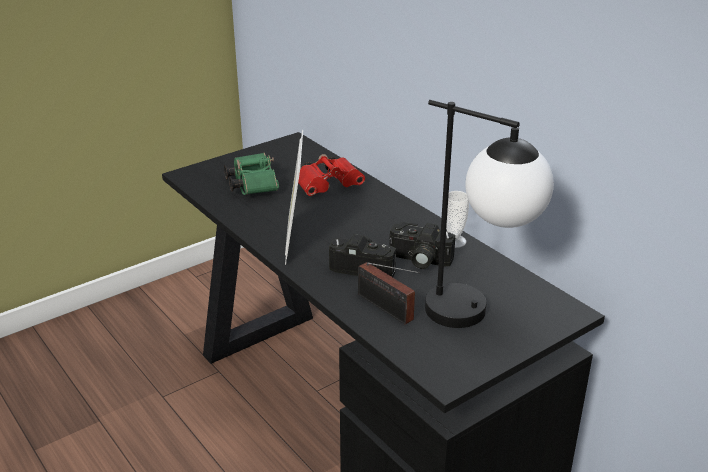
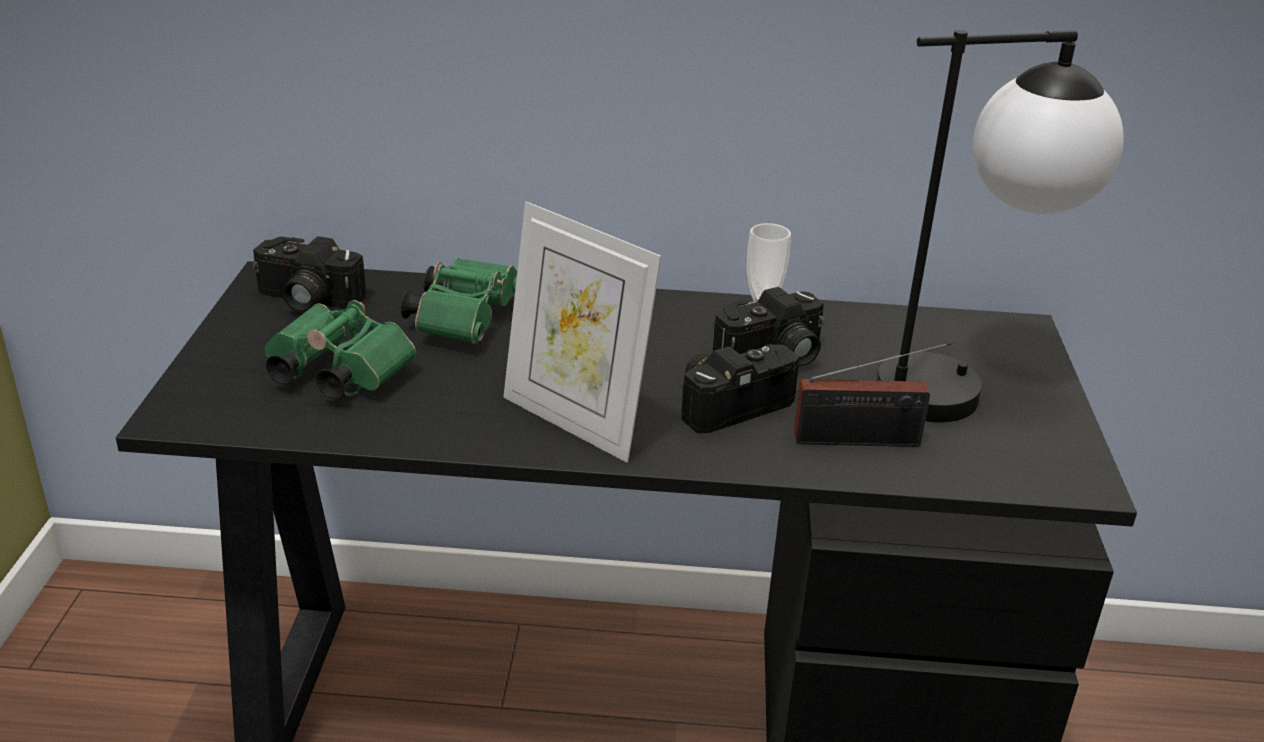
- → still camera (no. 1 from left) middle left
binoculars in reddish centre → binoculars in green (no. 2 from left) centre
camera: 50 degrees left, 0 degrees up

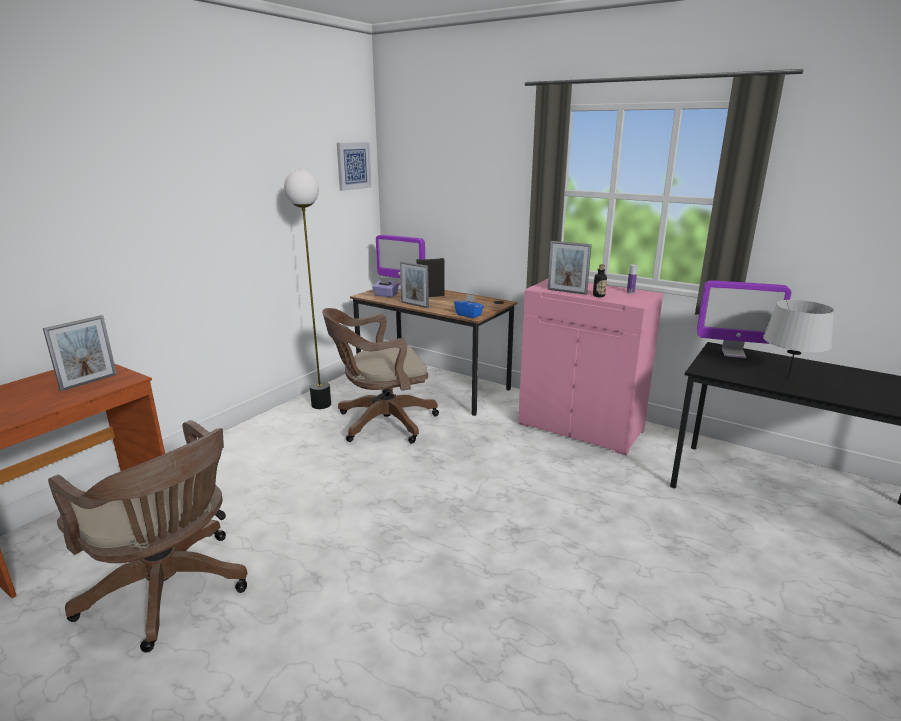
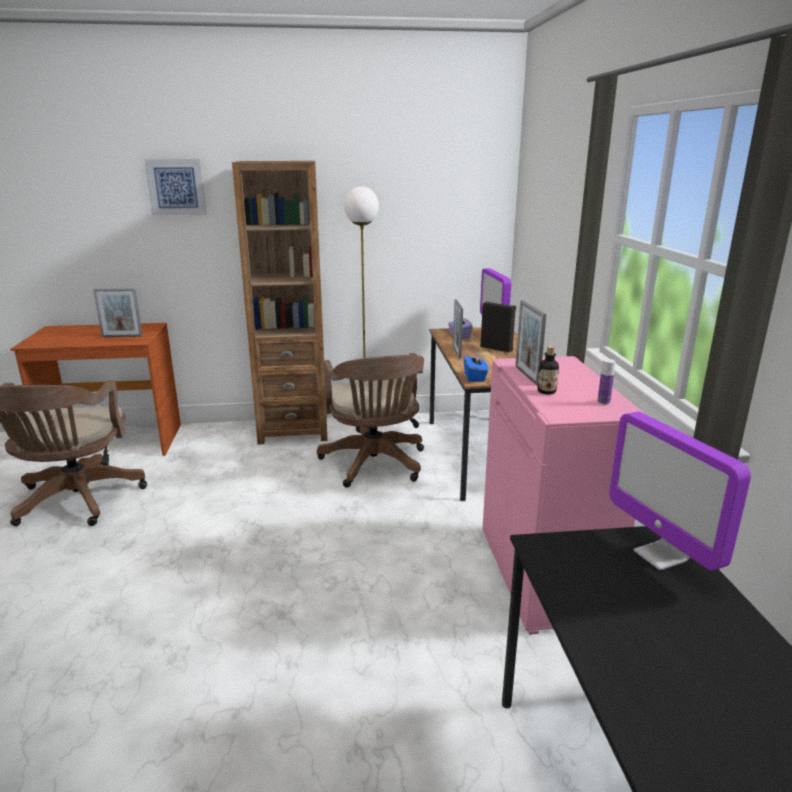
table lamp in grey middle right → -
- → shelving unit in brown-coloured centre
picture top centre → picture top left, relocated
desk chair in brown-coloured (no. 2 from left) centre, 135 degrees counterclockwise
camera: 50 degrees right, 0 degrees up

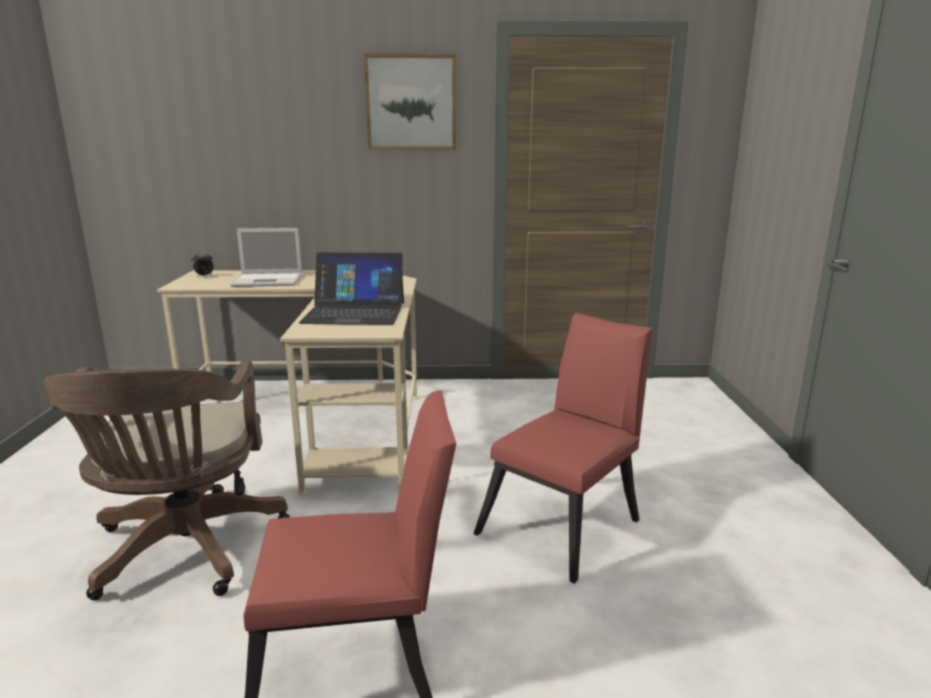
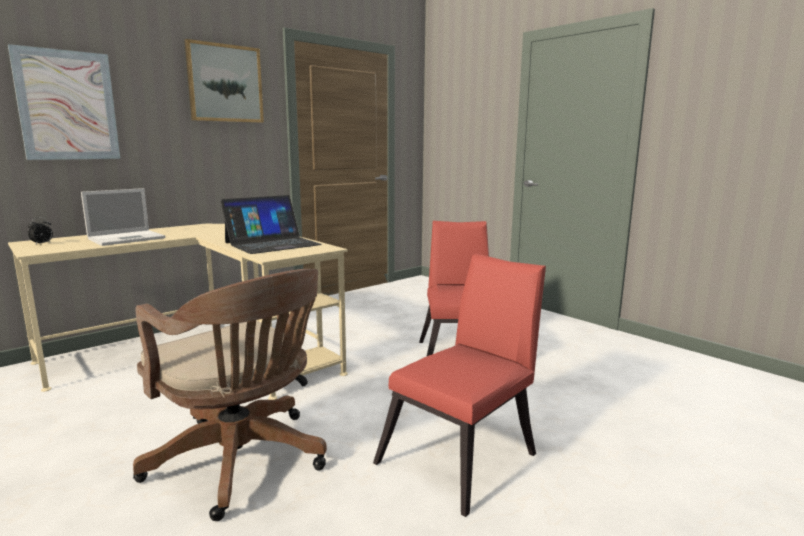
- → picture (no. 1 from left) top left
camera: 40 degrees left, 5 degrees down

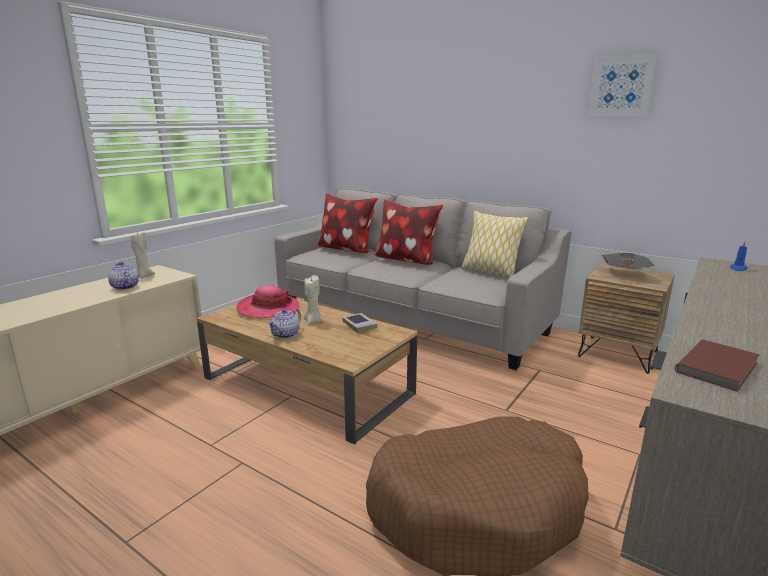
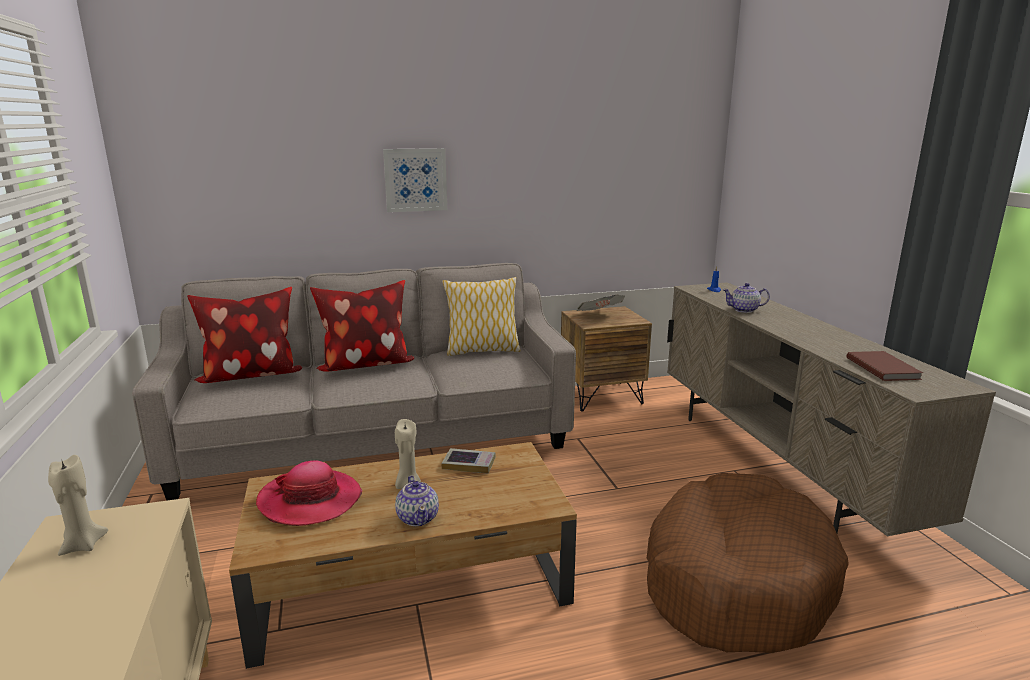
pot for tea (no. 1 from left in the first image) middle left → pot for tea (no. 2 from left) middle right, relocated
picture top right → picture top centre, relocated
camera: 50 degrees left, 0 degrees up

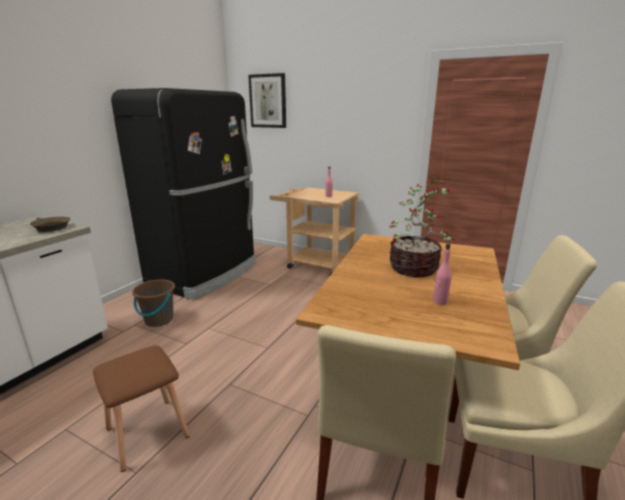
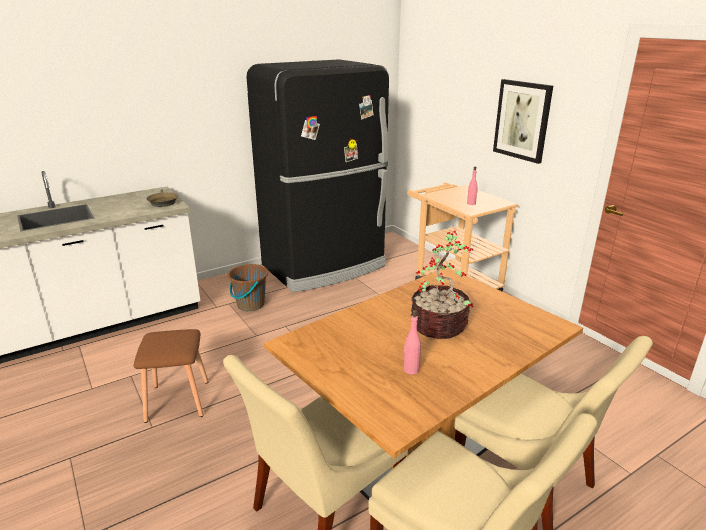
picture top centre → picture top right, relocated
camera: 30 degrees right, 5 degrees up

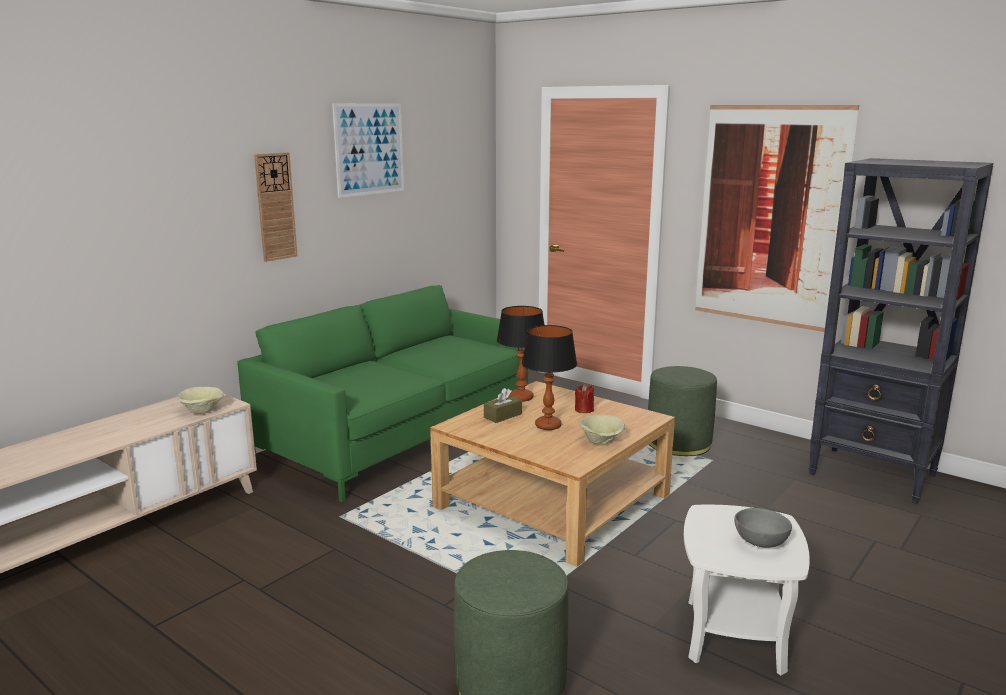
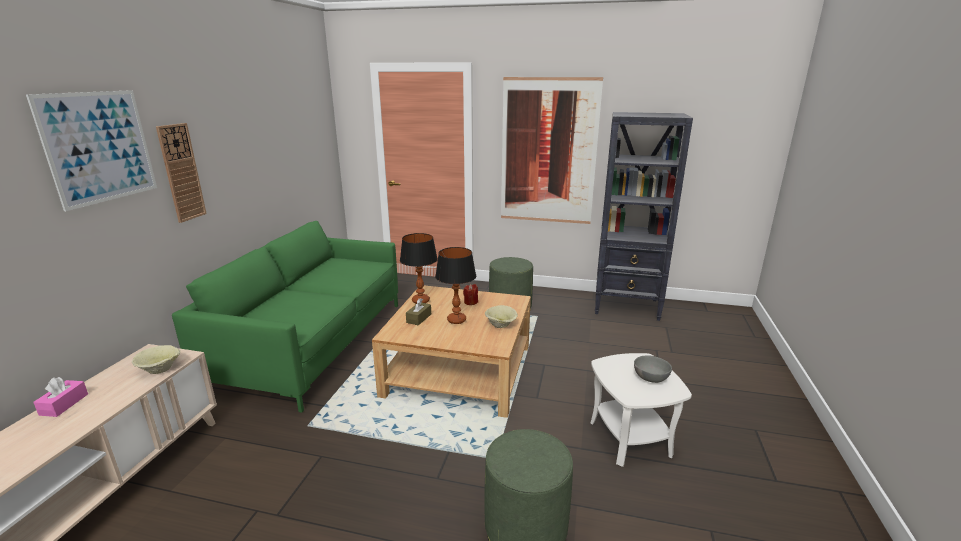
- → tissue box in pink-coloured bottom left
picture (no. 1 from left) top centre → picture (no. 1 from left) top left, relocated
camera: 25 degrees left, 5 degrees up

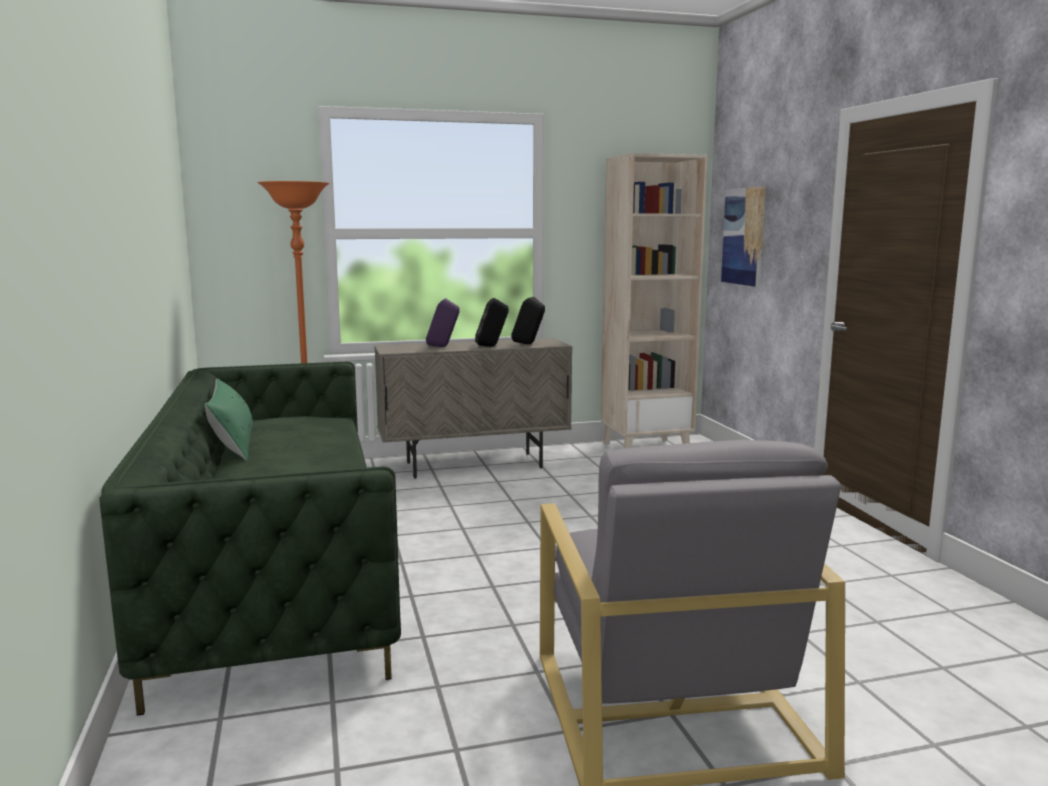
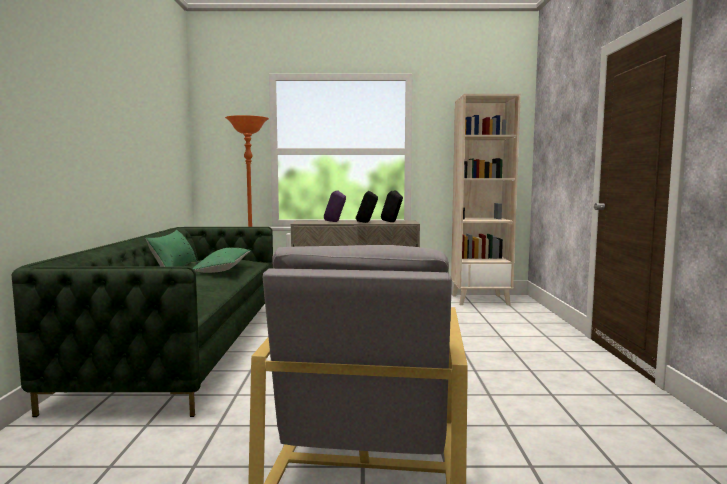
picture top right → -
- → cushion in green (no. 2 from left) middle left
camera: 15 degrees right, 5 degrees down

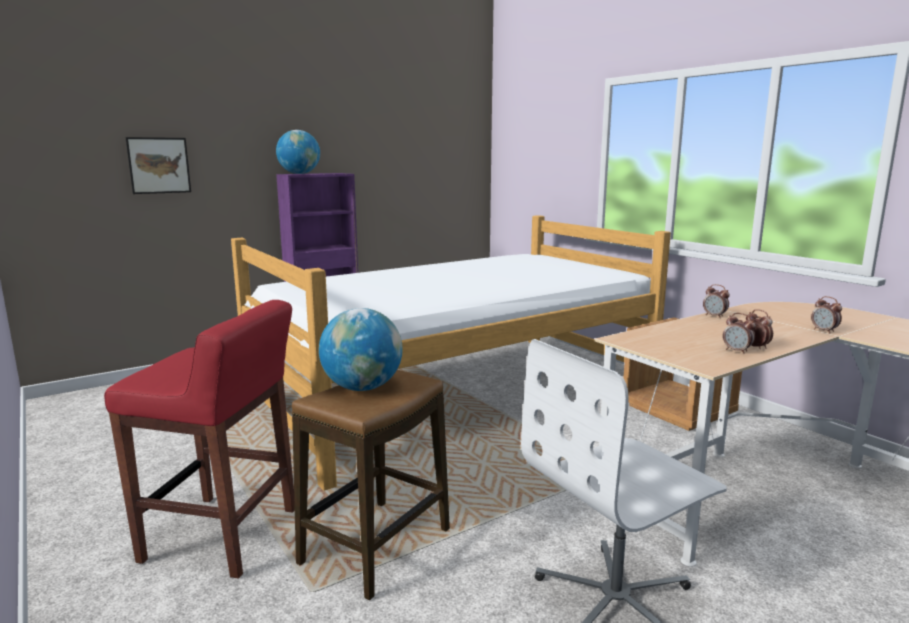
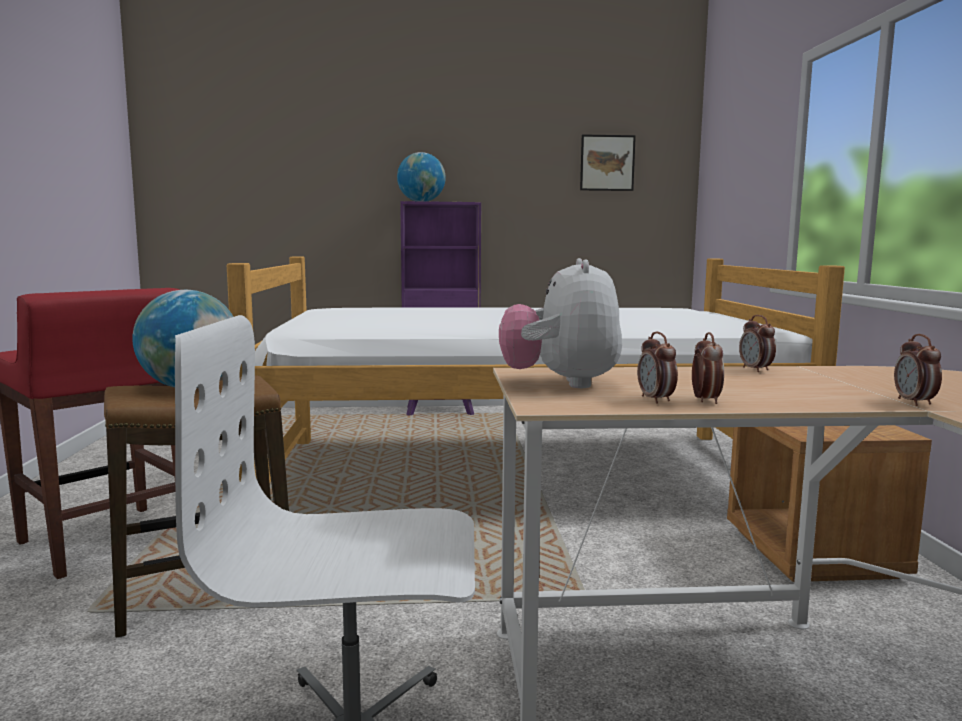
- → soft toy centre
picture top left → picture top centre, relocated
camera: 30 degrees right, 5 degrees down

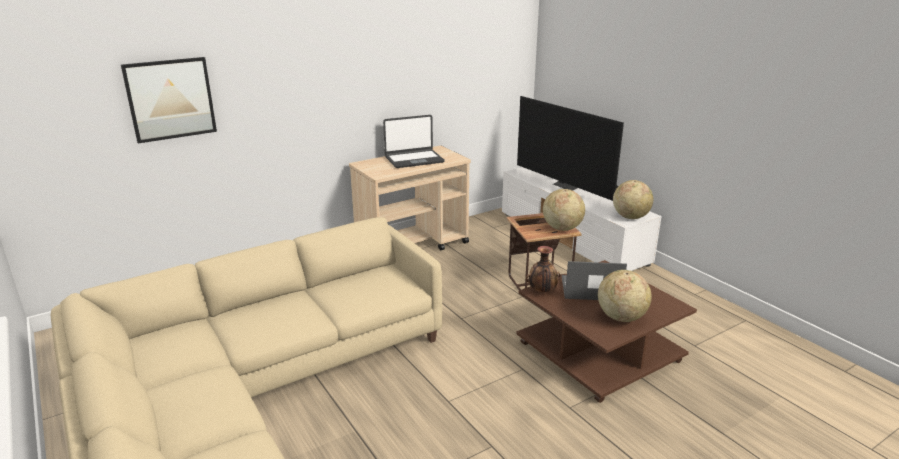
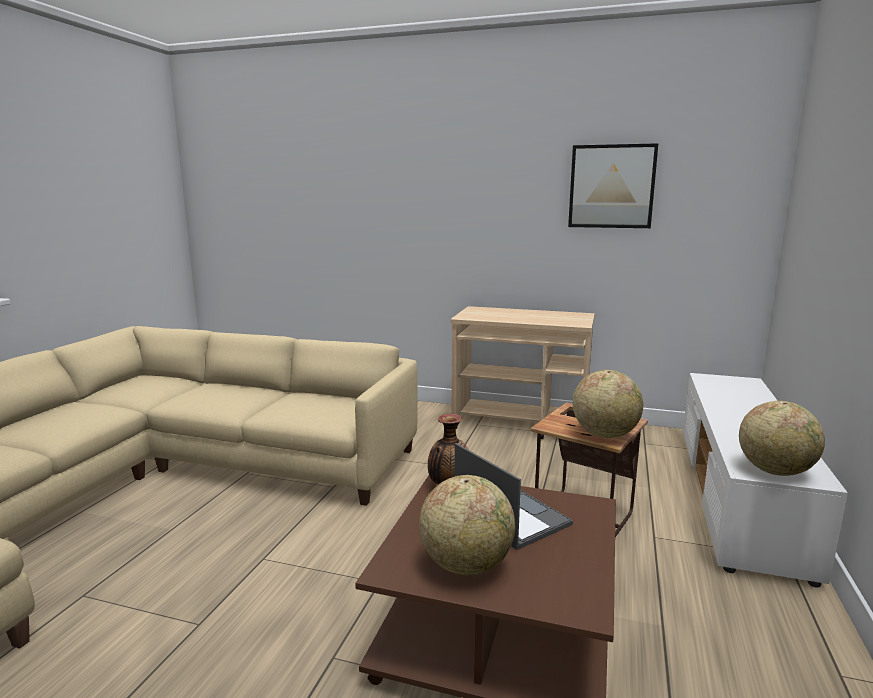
notebook computer (no. 1 from left) top centre → -
TV set top centre → -
picture top left → picture top right, relocated
camera: 50 degrees right, 10 degrees down

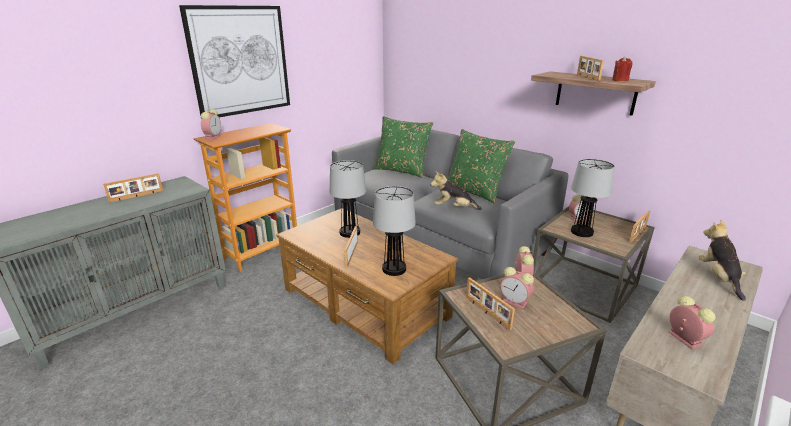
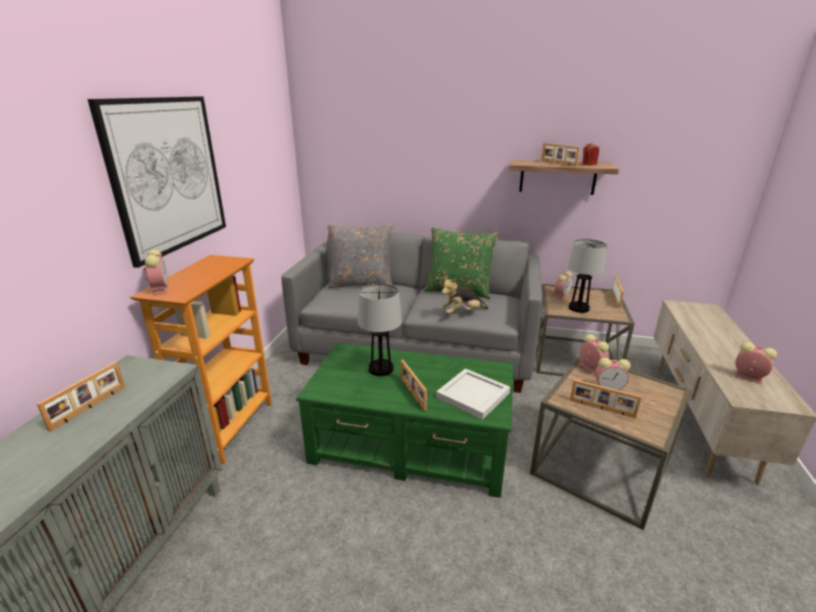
soft toy (no. 2 from left) middle right → -
table lamp (no. 2 from left) centre → serving tray in whitish centre
low table in brown-coloured bottom centre → low table in green bottom centre
cushion in green (no. 1 from left) centre → cushion in grey centre
camera: 30 degrees left, 0 degrees up

